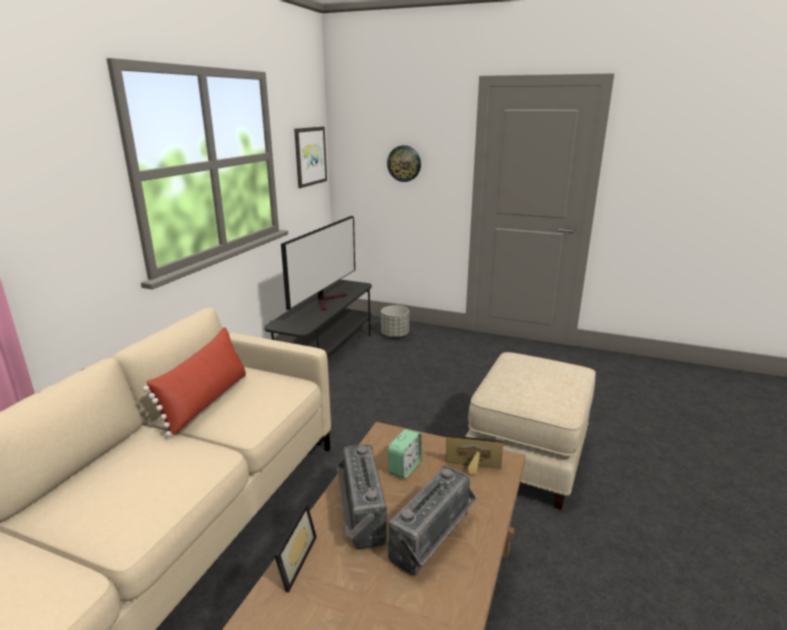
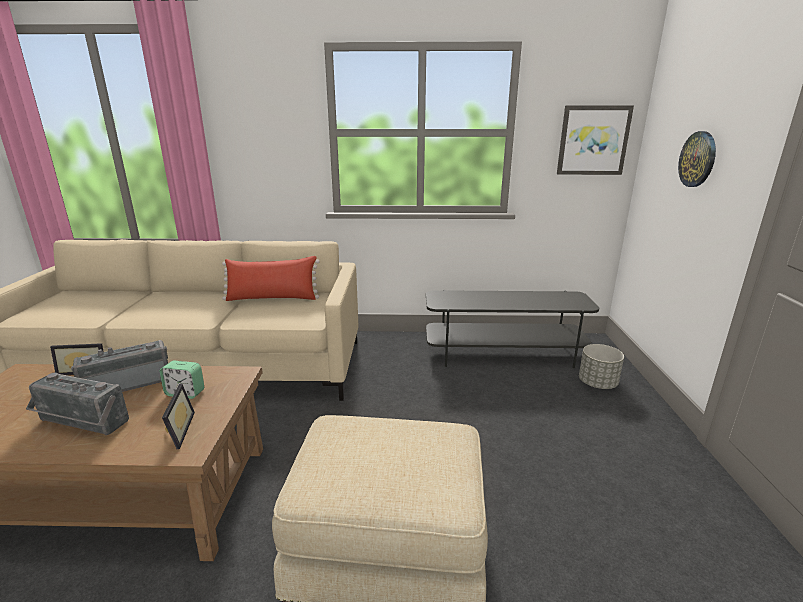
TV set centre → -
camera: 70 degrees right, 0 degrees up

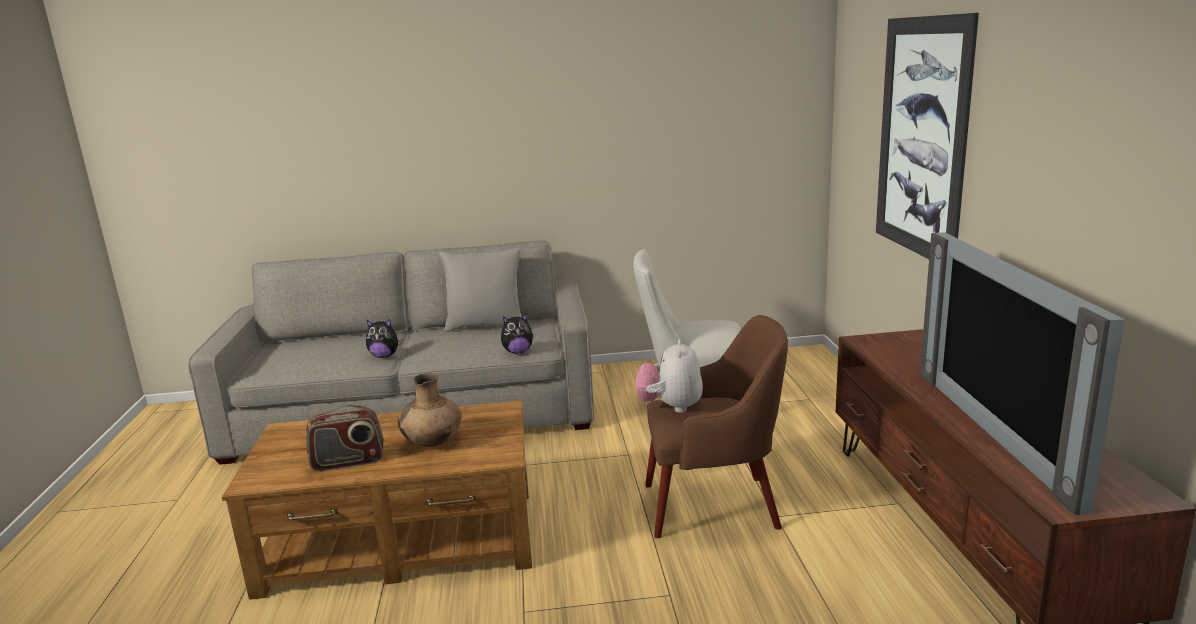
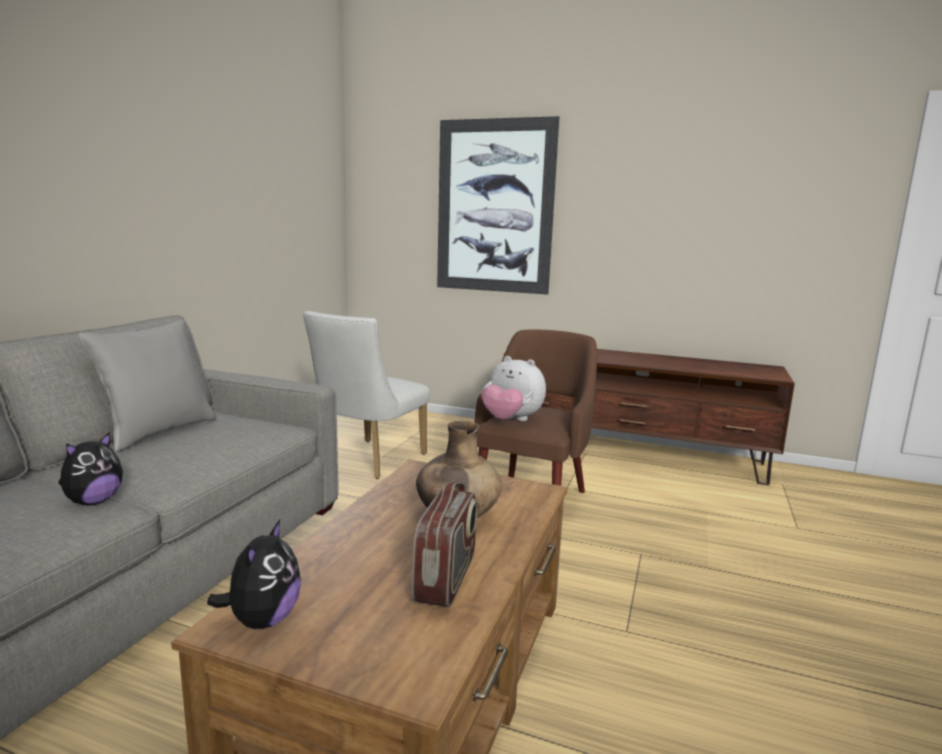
TV set middle right → -
soft toy (no. 2 from left) centre → soft toy (no. 2 from left) bottom left, relocated
camera: 65 degrees left, 5 degrees down

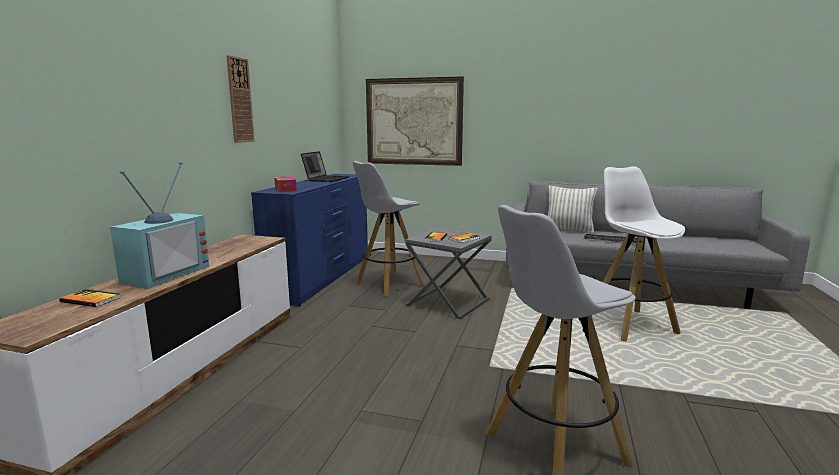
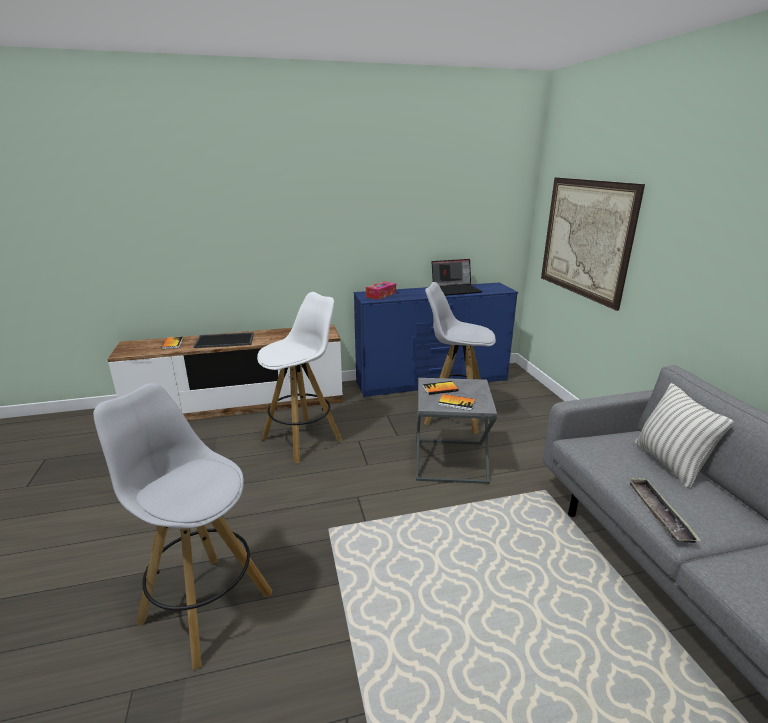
hanging clock top left → -
sitting stool in whitish (no. 3 from left in the first image) middle right → sitting stool in whitish (no. 2 from left) centre, relocated
TV set middle left → serving tray (no. 1 from left) middle left
camera: 60 degrees right, 10 degrees up

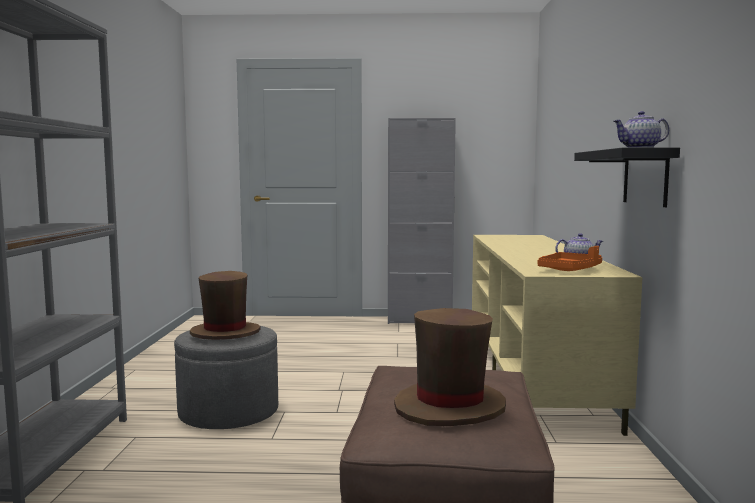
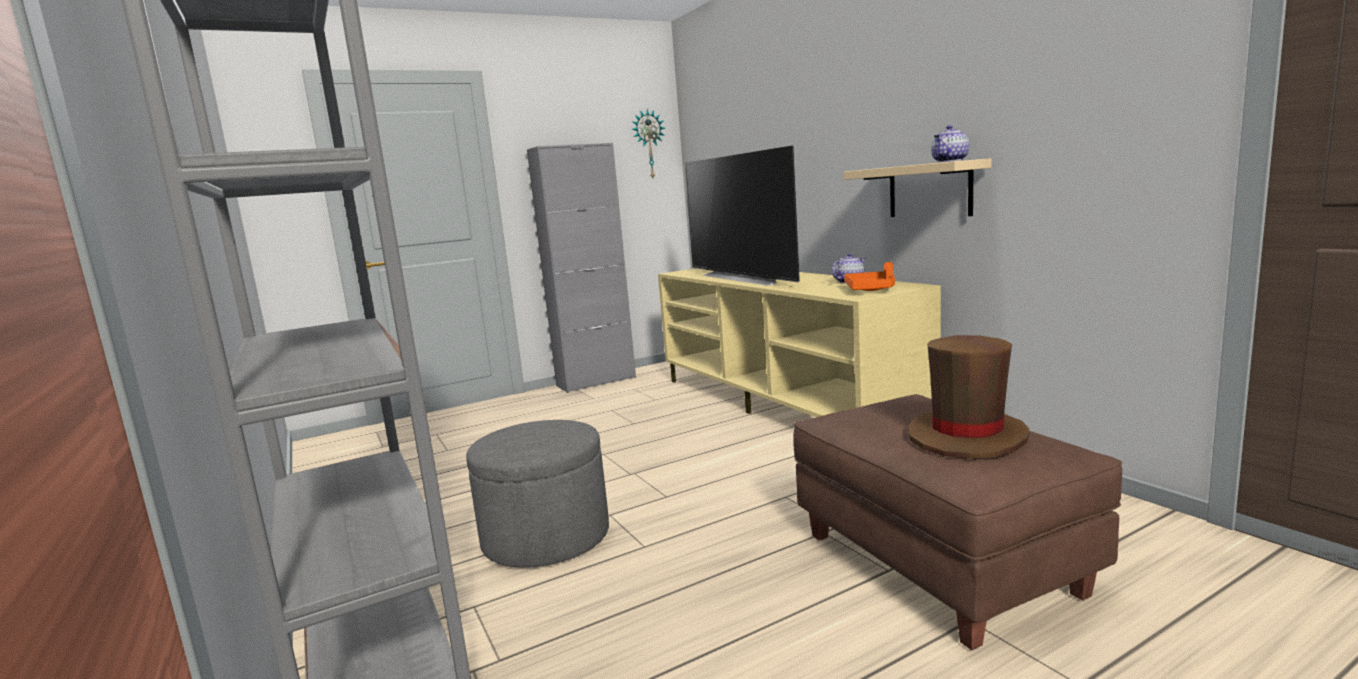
clothing hat in brown-coloured (no. 1 from left) middle left → -
- → hanging clock top centre
- → TV set top centre
wall shelf in black middle right → wall shelf in sand-coloured top right
camera: 30 degrees left, 5 degrees up

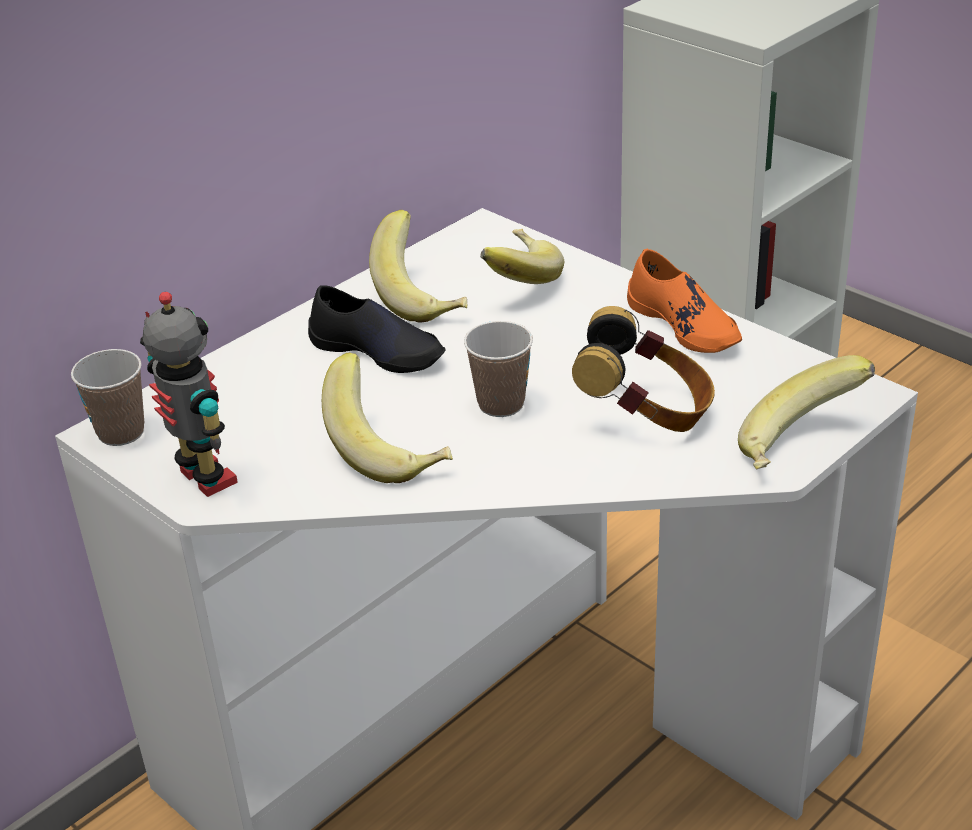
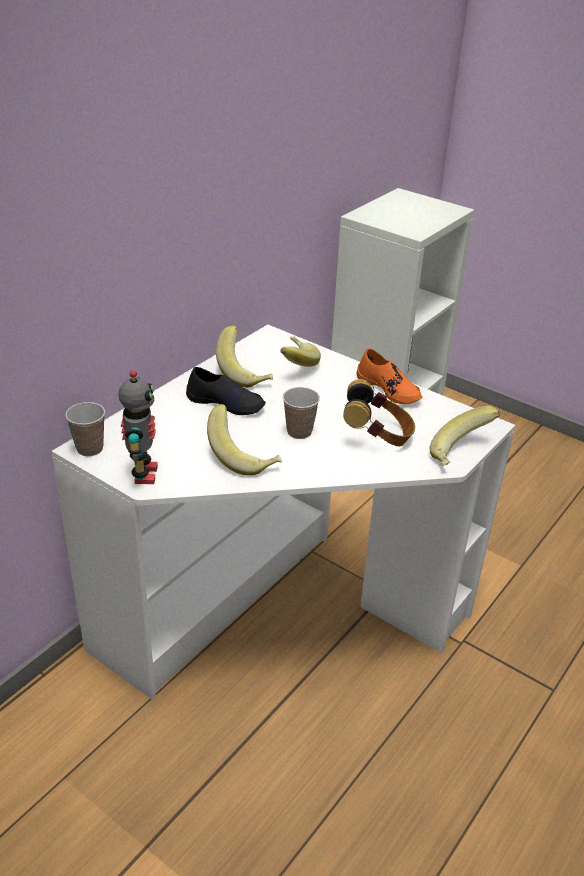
toy robot middle left, 45 degrees clockwise
camera: 10 degrees left, 0 degrees up

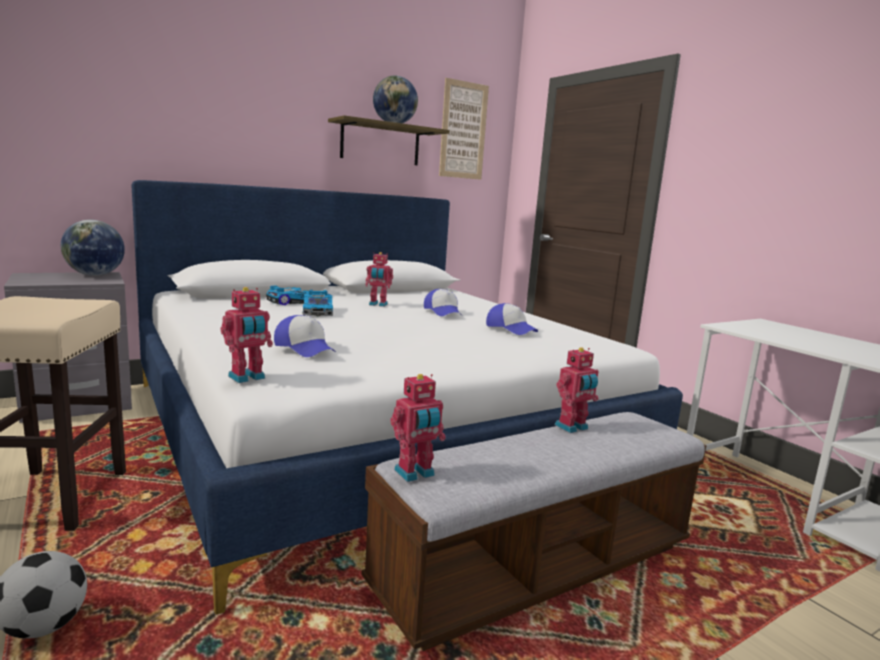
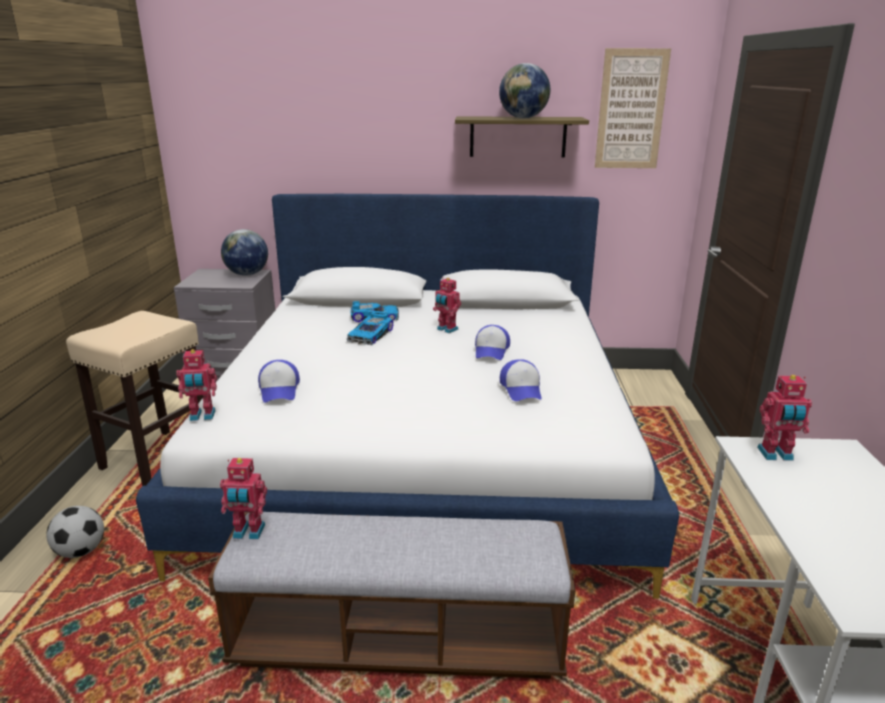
toy robot (no. 4 from left) centre → toy robot (no. 4 from left) middle right, relocated
camera: 35 degrees right, 10 degrees up

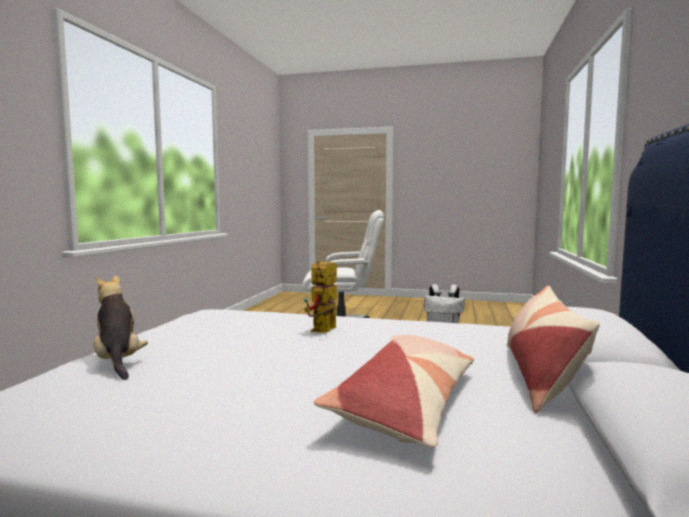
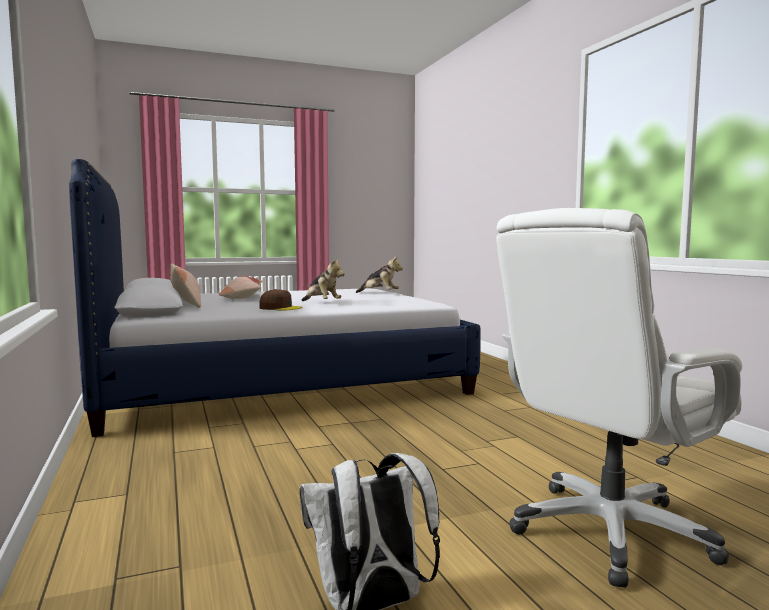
- → baseball cap in brown-coloured centre
toy robot centre → soft toy (no. 1 from left) centre
camera: 145 degrees right, 0 degrees up

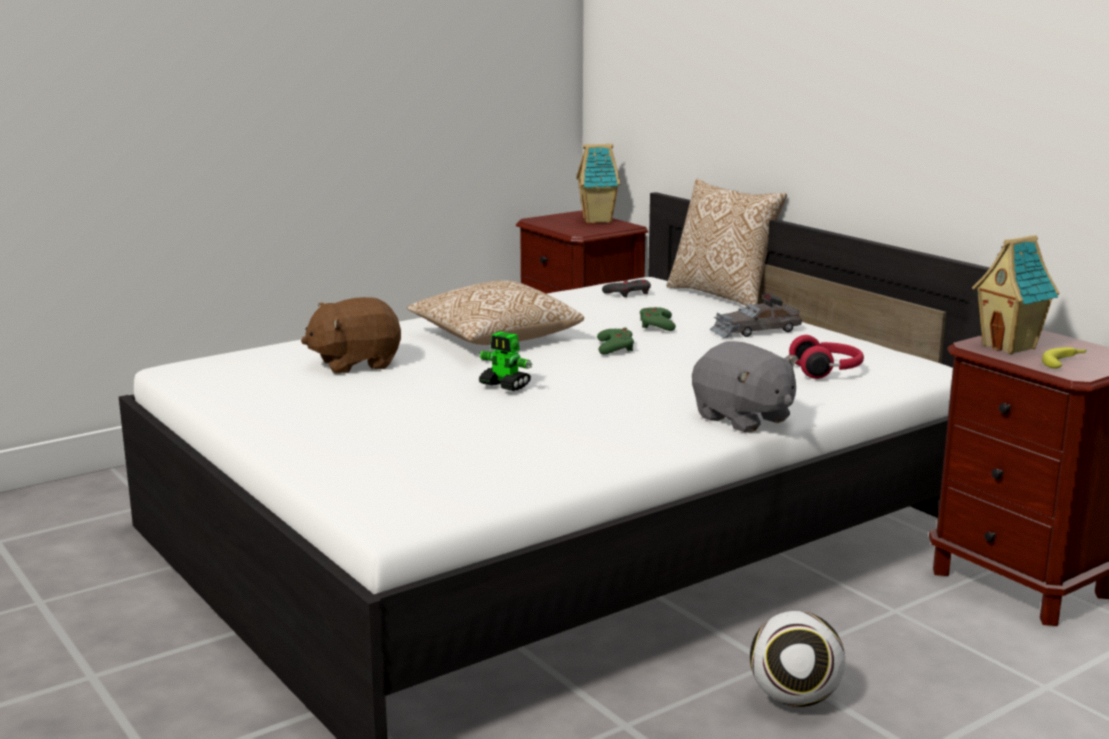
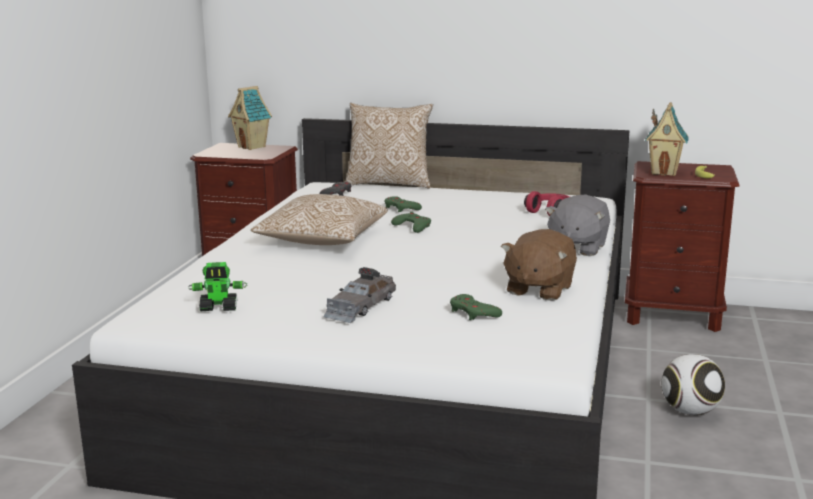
- → game controller in green (no. 3 from left) centre
soft toy in brown-coloured middle left → soft toy in brown-coloured centre, relocated
toy robot centre → toy robot middle left, relocated
toy car in grey middle right → toy car in grey centre, relocated
soft toy in grey middle right, 105 degrees clockwise
camera: 40 degrees left, 0 degrees up

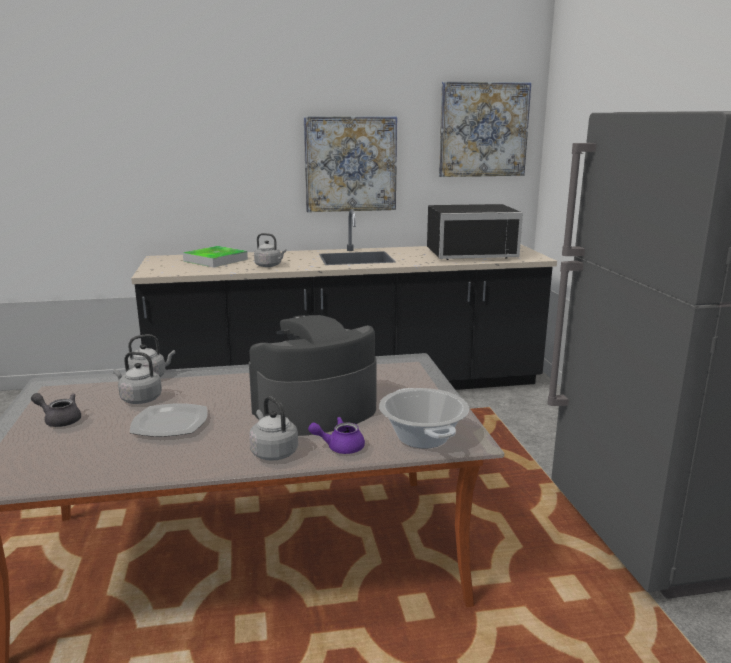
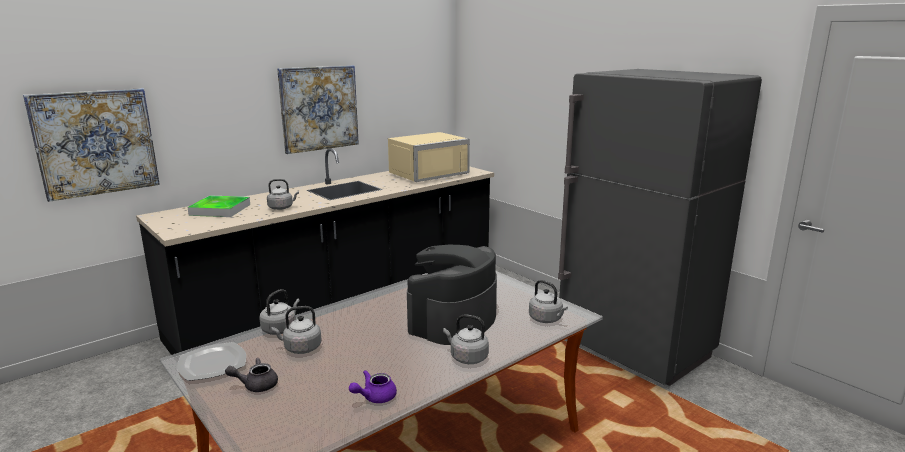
dinner plate middle left → dinner plate bottom left, relocated
pot for tea in purplish centre → pot for tea in purplish bottom centre, relocated
picture (no. 2 from left in the first image) top centre → picture (no. 1 from left) top left, relocated
stockpot centre → water kettle in grey (no. 5 from left) centre
microwave oven in black centre → microwave oven in sand-coloured centre
camera: 30 degrees left, 0 degrees up

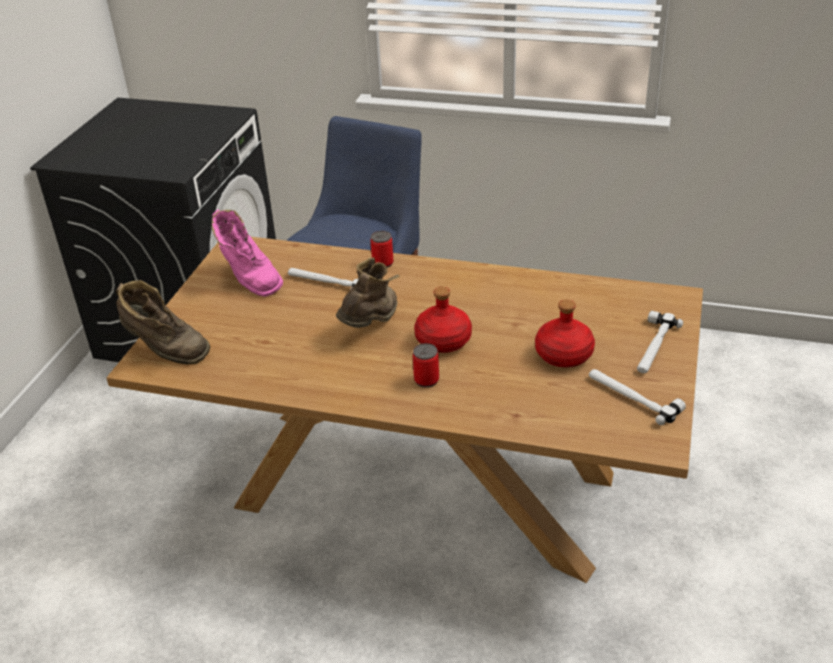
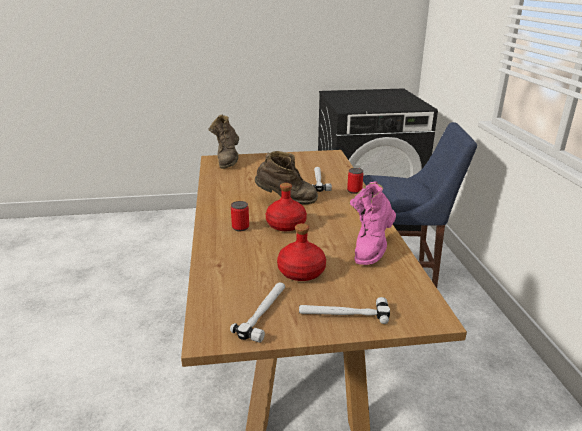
boot in pink-coloured middle left → boot in pink-coloured centre, relocated
camera: 65 degrees right, 10 degrees down

